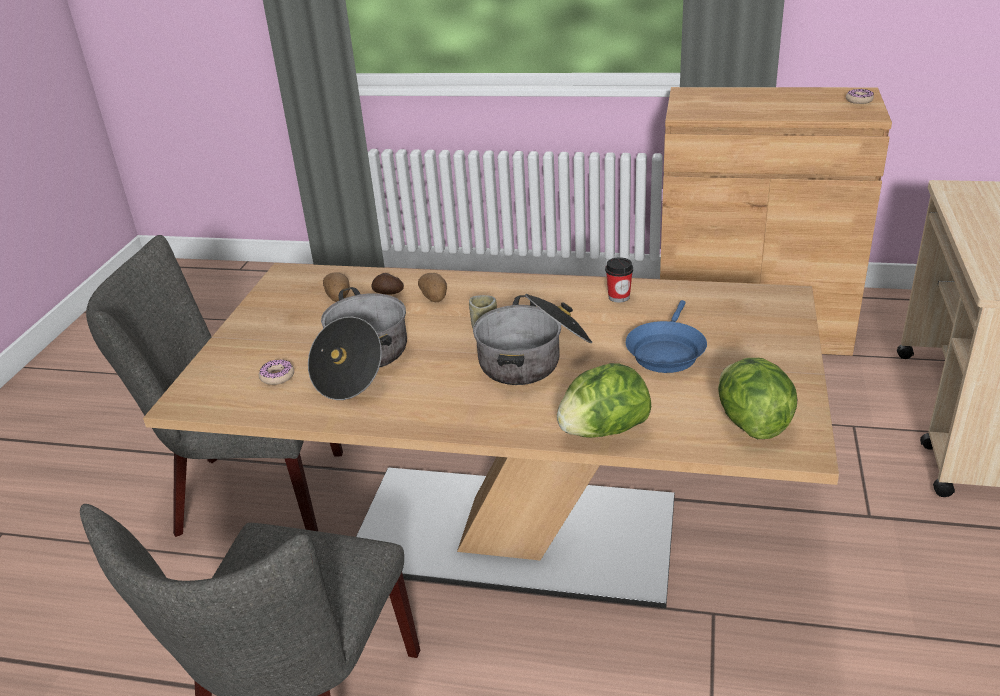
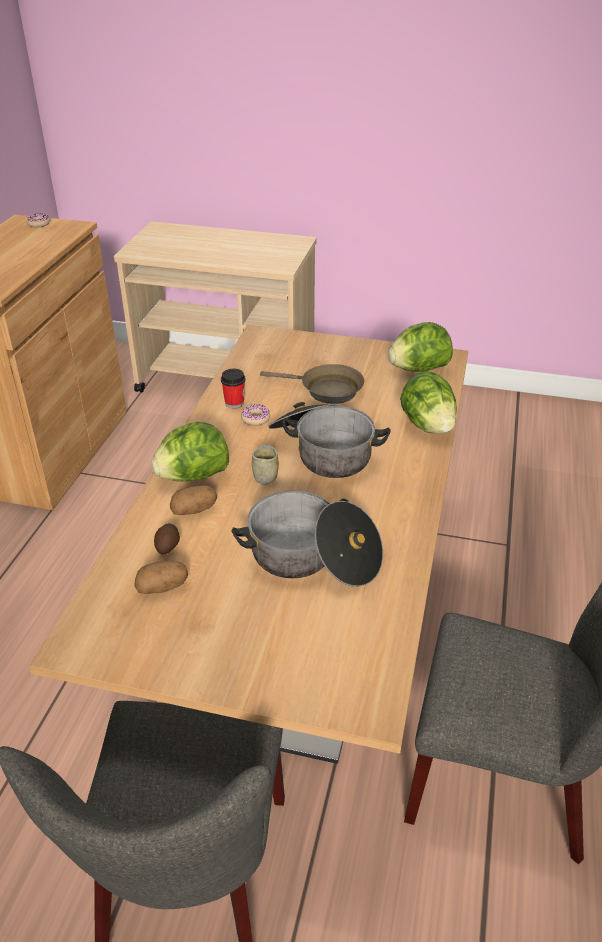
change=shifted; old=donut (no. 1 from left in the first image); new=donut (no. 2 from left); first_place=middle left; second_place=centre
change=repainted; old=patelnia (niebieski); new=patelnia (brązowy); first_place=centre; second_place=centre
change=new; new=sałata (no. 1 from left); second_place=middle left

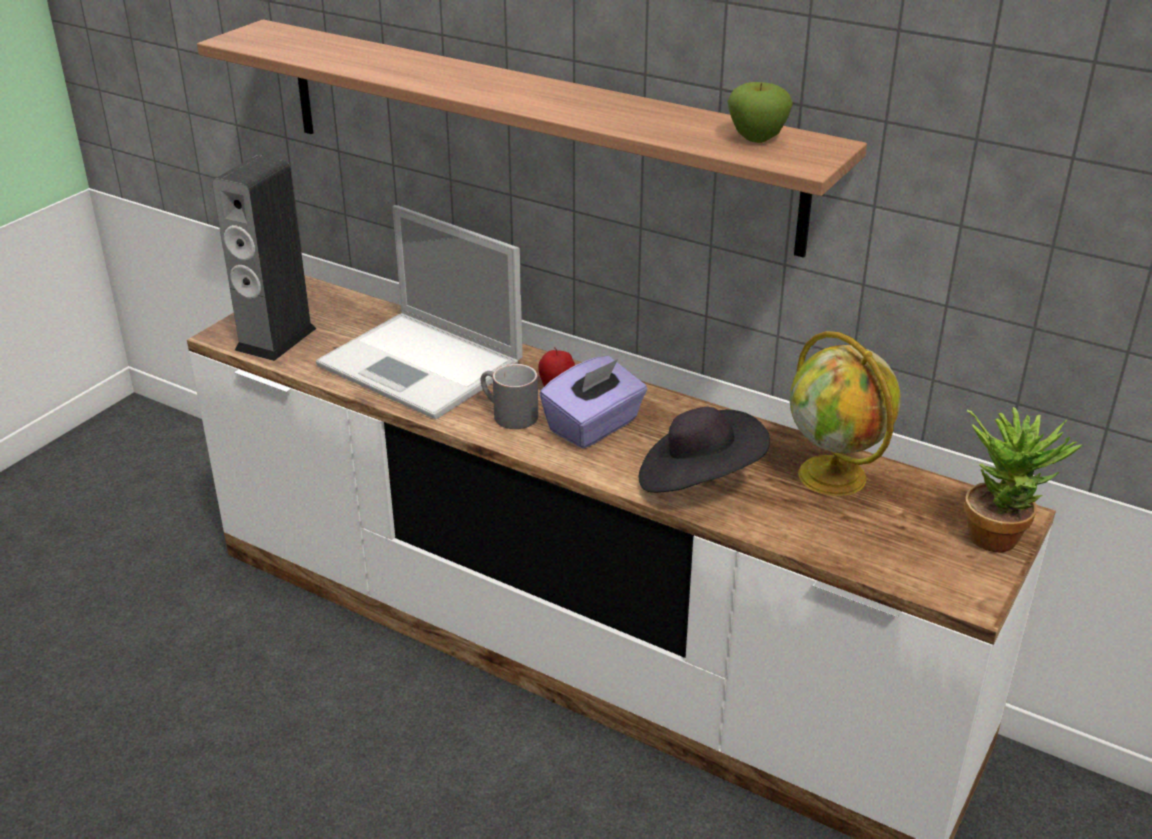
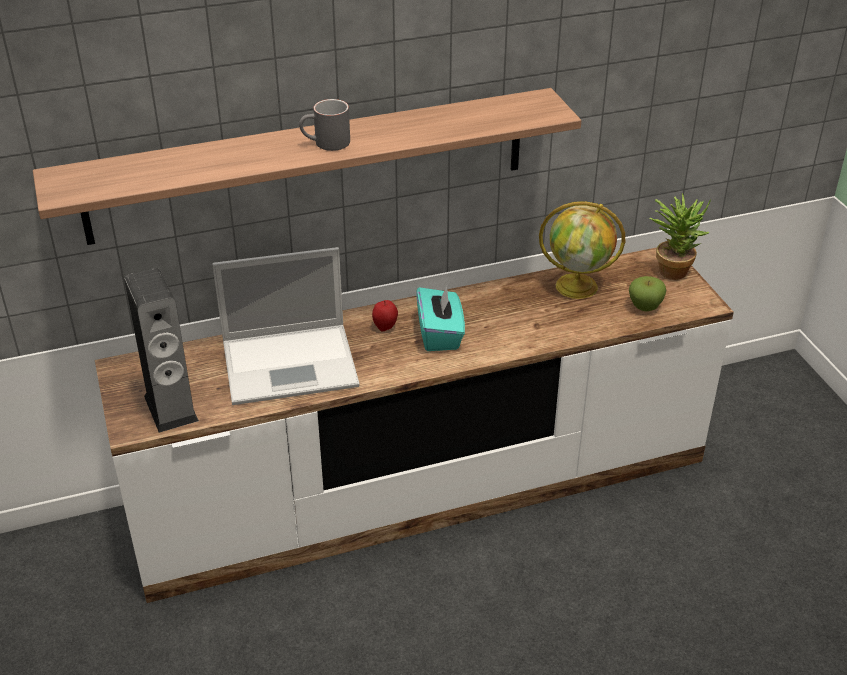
change=shifted; old=kubek (szary); first_place=centre; second_place=top centre
change=repainted; old=pudełko chusteczek (fioletowy); new=pudełko chusteczek (turkusowy); first_place=centre; second_place=centre
change=gone; old=kapelusz (czarny); first_place=centre
change=shifted; old=jabłko (no. 2 from left); first_place=top centre; second_place=middle right

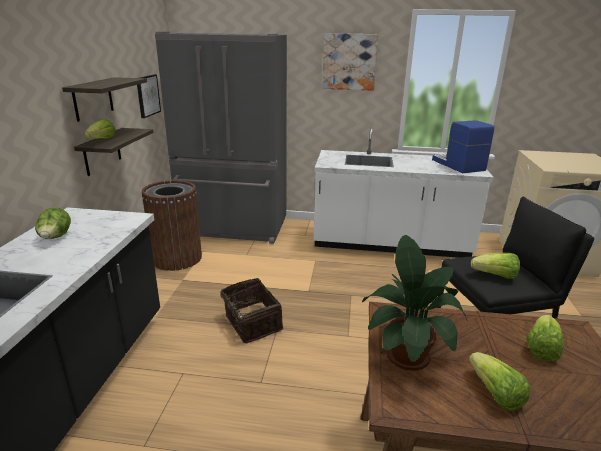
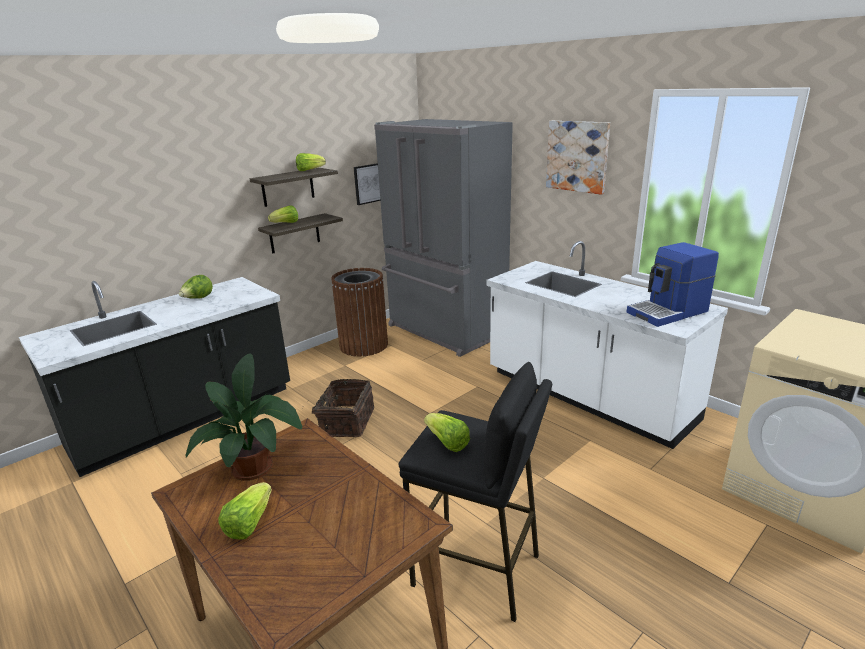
change=rotated; old=ekspres do kawy; first_place=top right; second_place=middle right; degrees=-135
change=shifted; old=sałata (no. 5 from left in the first image); new=sałata (no. 4 from left); first_place=bottom right; second_place=top centre

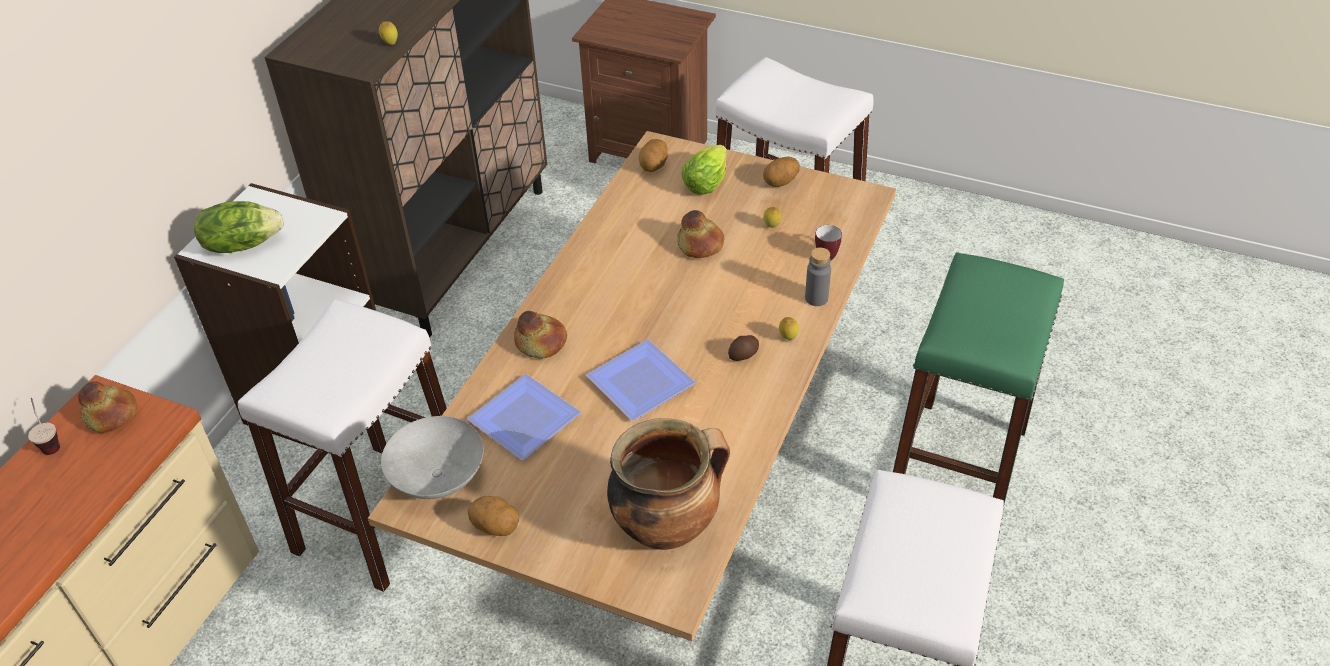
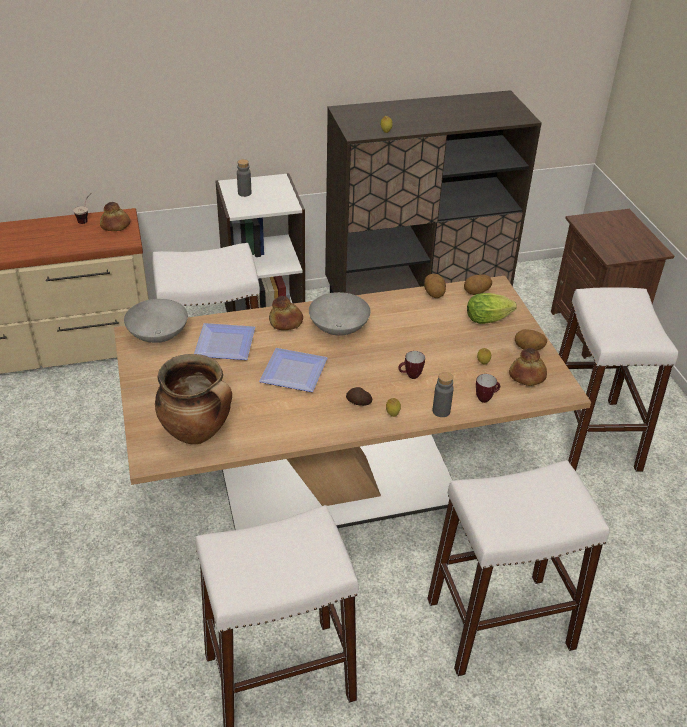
change=swapped; old=sałata (no. 1 from left); new=butelka (szary) (no. 1 from left); first_place=middle left; second_place=top centre
change=shifted; old=ziemniak (no. 1 from left in the first image); new=ziemniak (no. 2 from left); first_place=bottom centre; second_place=centre
change=shifted; old=chleb (no. 3 from left); first_place=centre; second_place=middle right
change=repainted; old=stołek (zielony); new=stołek (biały) (no. 3 from left); first_place=middle right; second_place=bottom right
change=new; new=miska (szary) (no. 2 from left); second_place=centre
change=new; new=kubek (no. 1 from left); second_place=centre

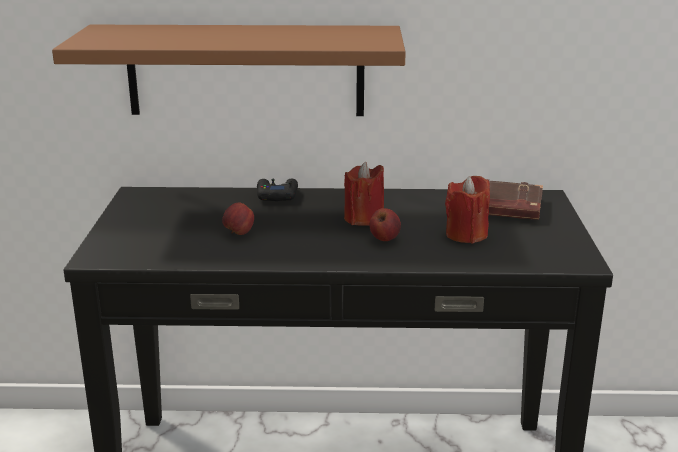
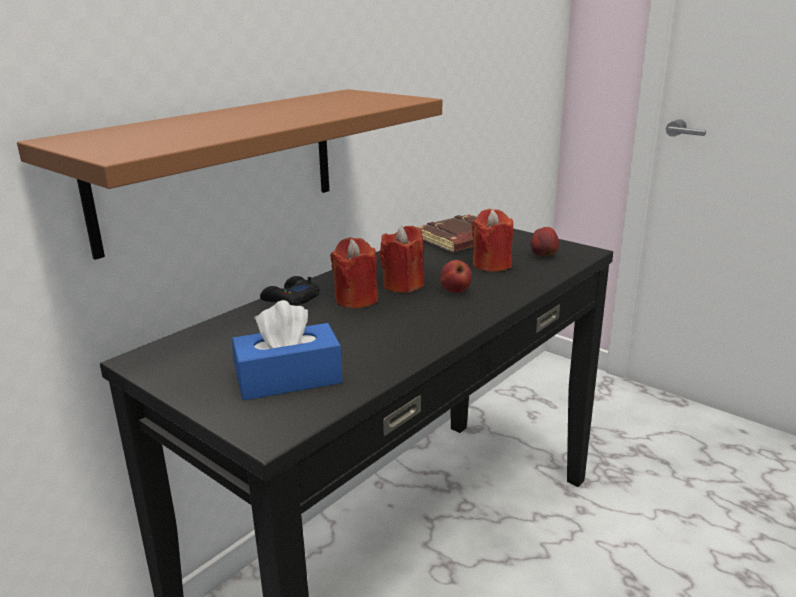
change=shifted; old=jabłko (no. 1 from left in the first image); new=jabłko (no. 2 from left); first_place=centre; second_place=middle right
change=new; new=pudełko chusteczek (niebieski); second_place=centre
change=new; new=świeca (czerwony) (no. 1 from left); second_place=centre

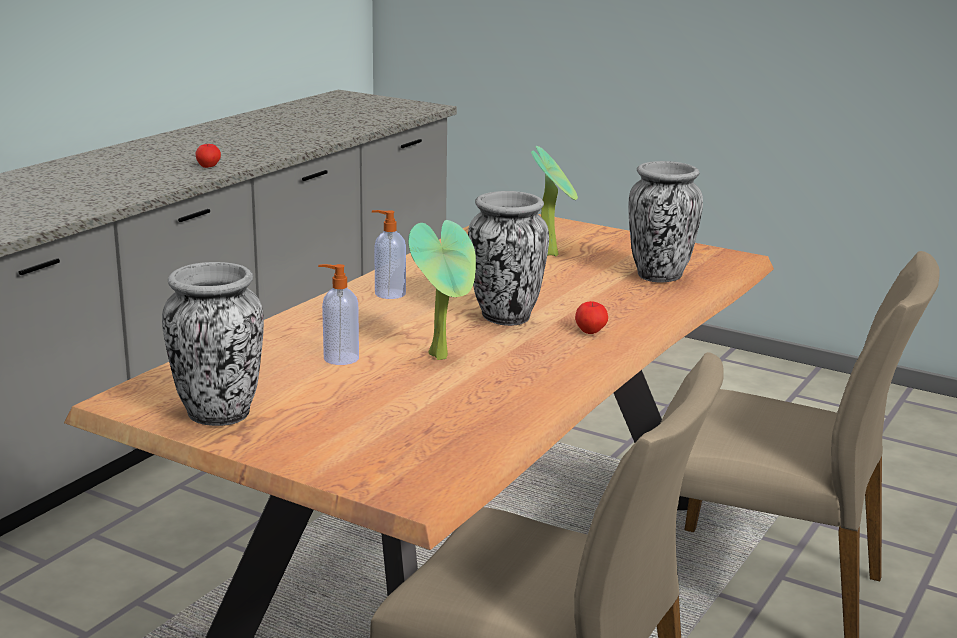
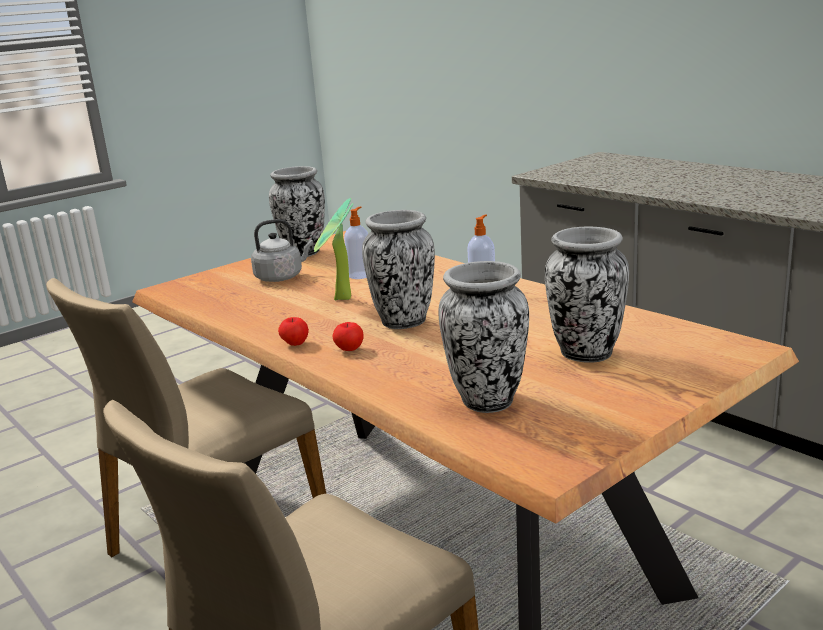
change=shifted; old=jabłko (no. 1 from left); first_place=top left; second_place=centre
change=swapped; old=roślina doniczkowa (no. 2 from left); new=wazon (no. 4 from left); first_place=top centre; second_place=middle right
change=new; new=czajnik (szary); second_place=centre

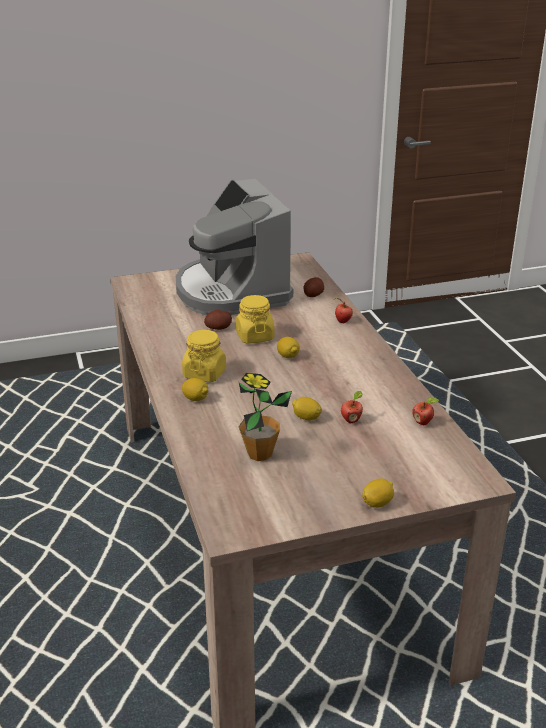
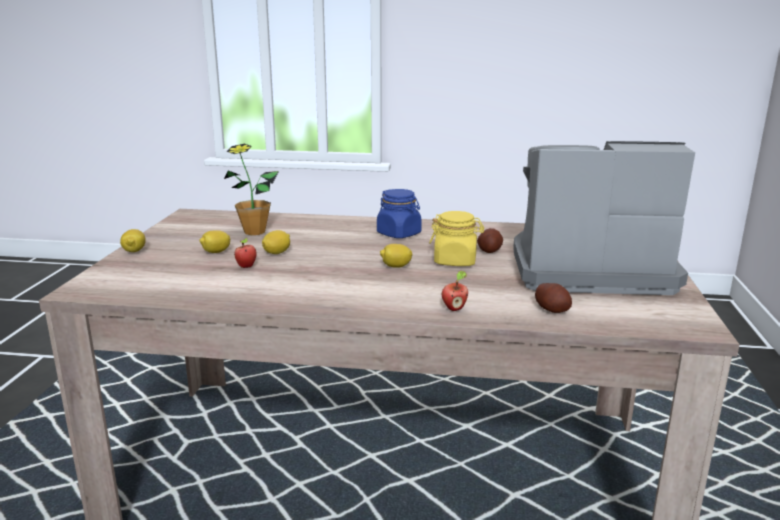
change=repainted; old=słoik (żółty) (no. 1 from left); new=słoik (niebieski); first_place=centre; second_place=centre
change=shifted; old=cytryna (no. 1 from left in the first image); new=cytryna (no. 2 from left); first_place=centre; second_place=middle left
change=gone; old=jabłko (no. 3 from left); first_place=middle right

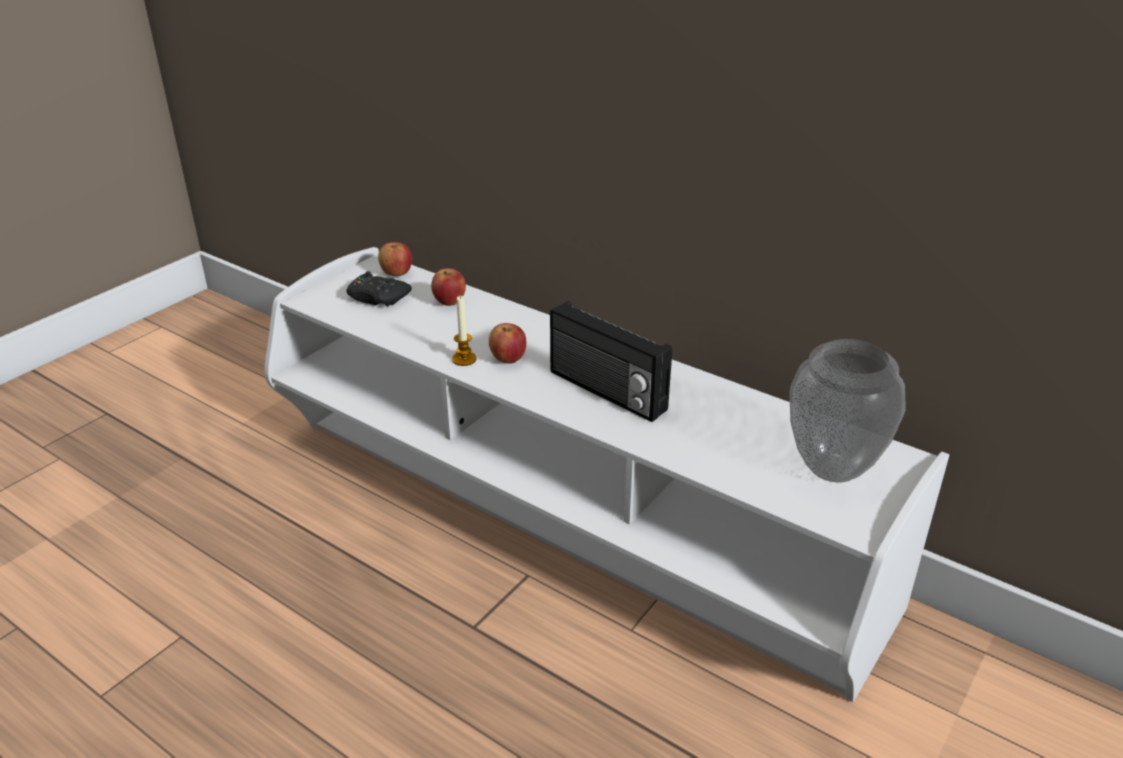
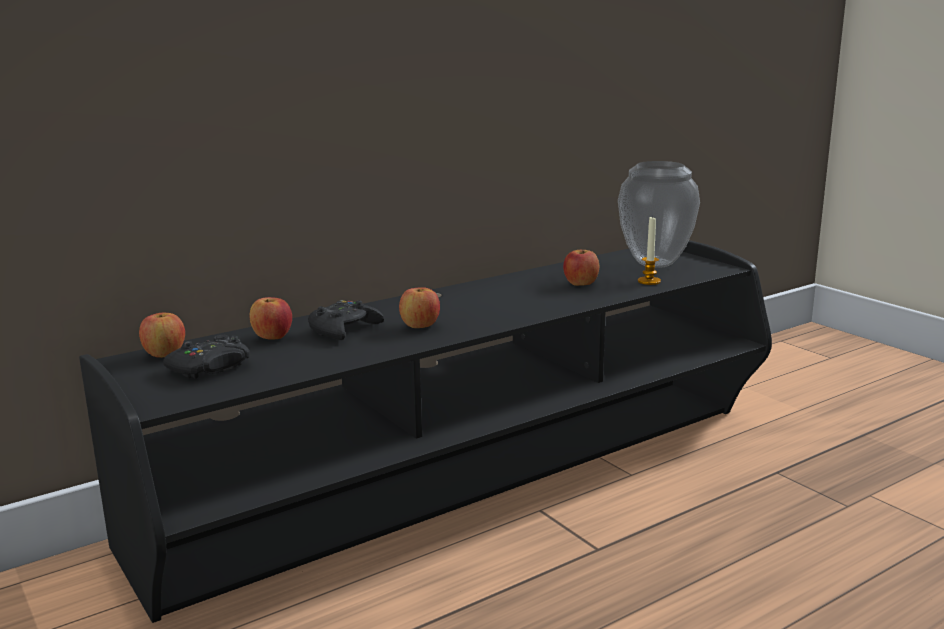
change=repainted; old=szafka pod telewizor (biały); new=szafka pod telewizor (czarny); first_place=centre; second_place=bottom centre
change=shifted; old=świeca; first_place=centre; second_place=middle right
change=gone; old=radio; first_place=centre
change=new; new=pad do gier (czarny) (no. 2 from left); second_place=centre
change=new; new=jabłko (no. 4 from left); second_place=centre

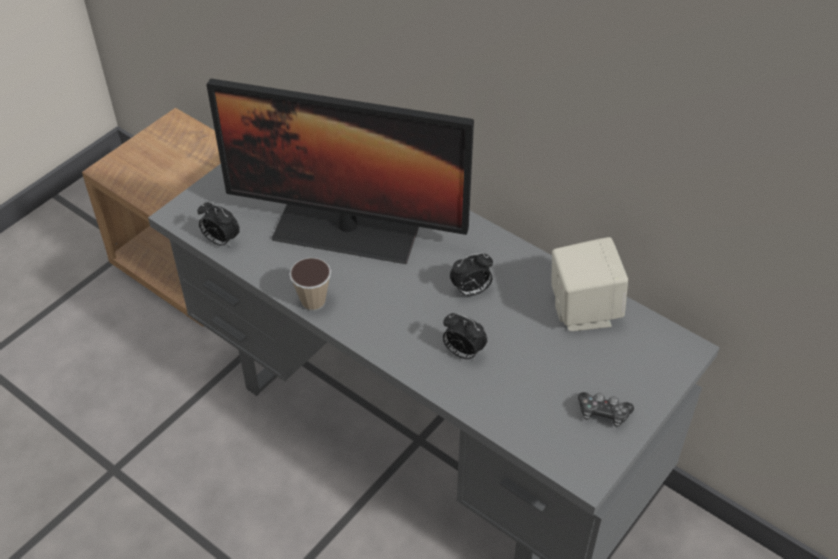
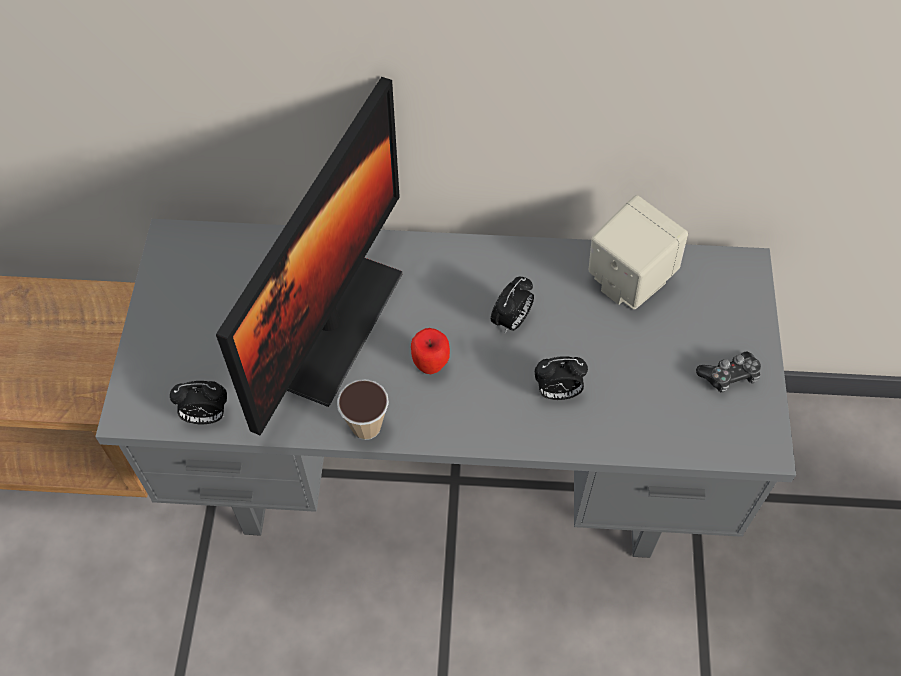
change=rotated; old=monitor; first_place=top centre; second_place=centre; degrees=-45
change=new; new=jabłko; second_place=centre

